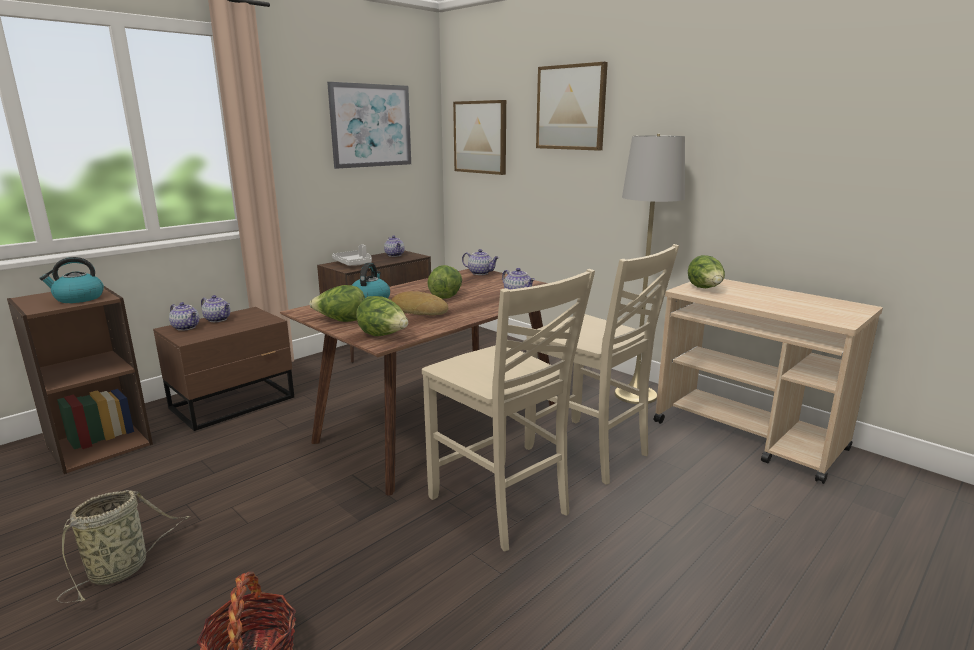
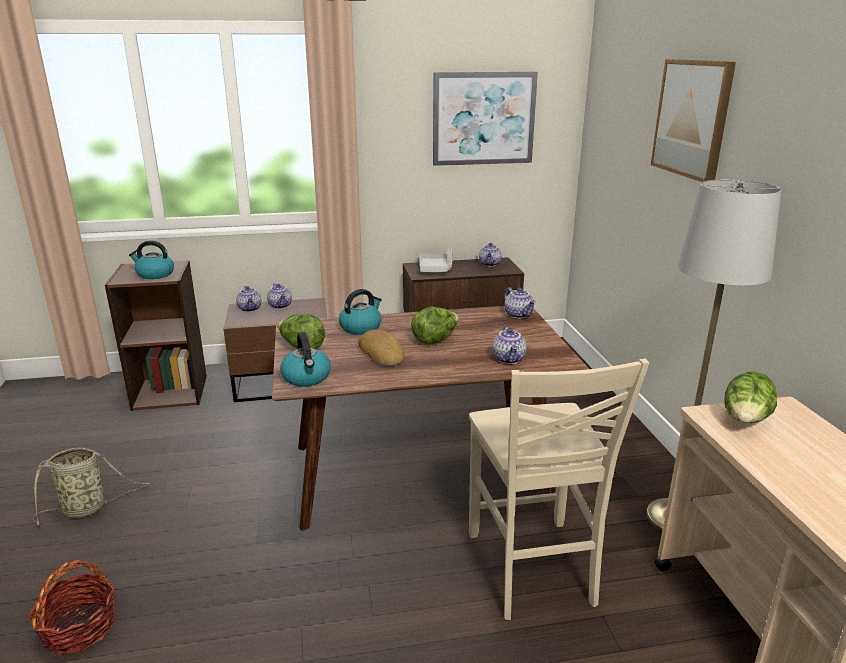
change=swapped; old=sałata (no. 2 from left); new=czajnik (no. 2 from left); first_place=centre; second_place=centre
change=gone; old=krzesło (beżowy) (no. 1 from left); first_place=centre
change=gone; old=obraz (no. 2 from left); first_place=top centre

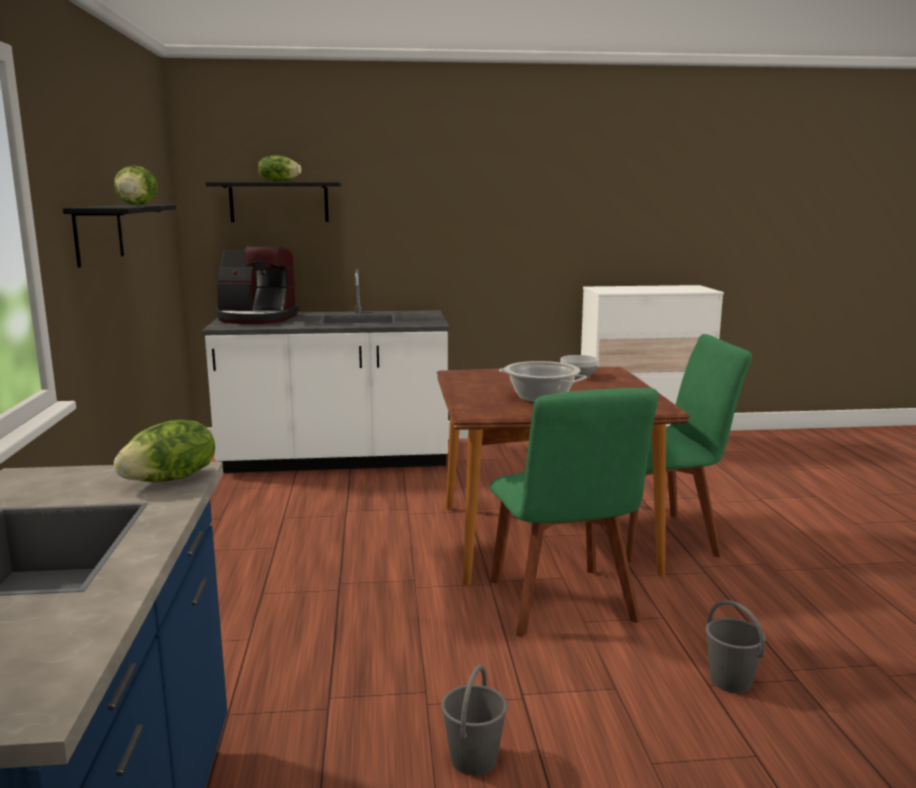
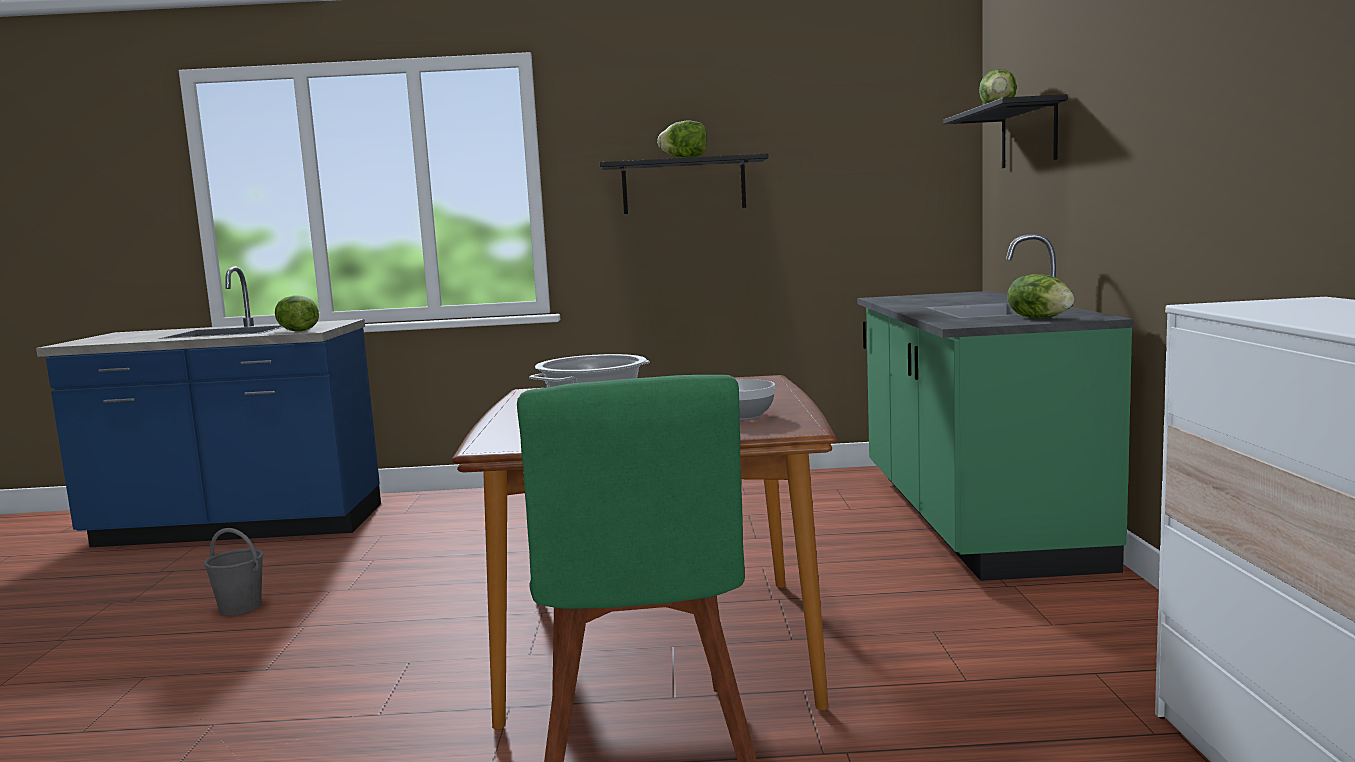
change=repainted; old=zabudowa kuchenna (biały); new=zabudowa kuchenna (zielony); first_place=centre; second_place=middle right
change=gone; old=ekspres do kawy; first_place=middle left
change=gone; old=krzesło (zielony) (no. 1 from left); first_place=centre
change=gone; old=wiadro (szary) (no. 2 from left); first_place=bottom right
change=new; new=sałata (no. 4 from left); second_place=middle right

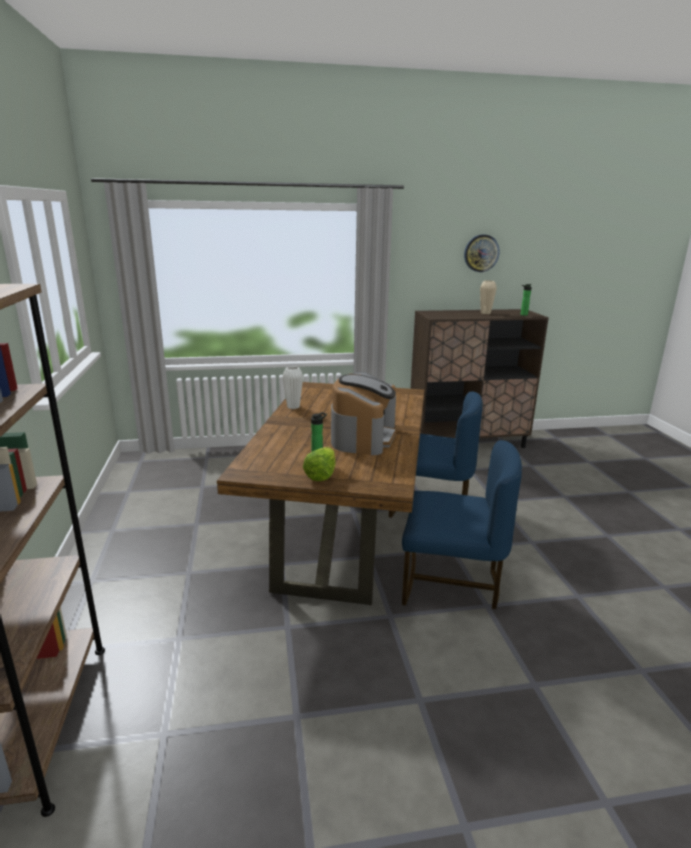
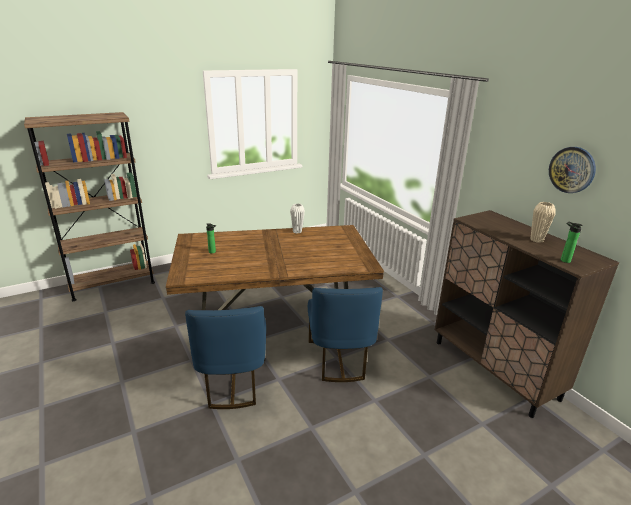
change=gone; old=sałata; first_place=centre
change=gone; old=ekspres do kawy; first_place=centre

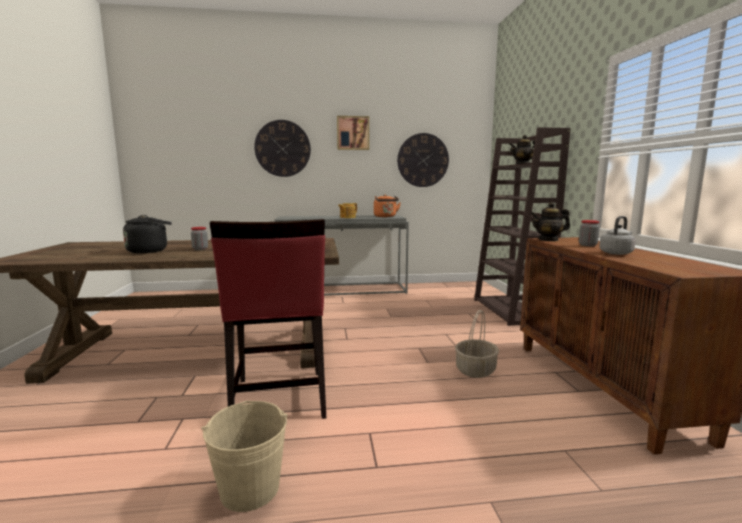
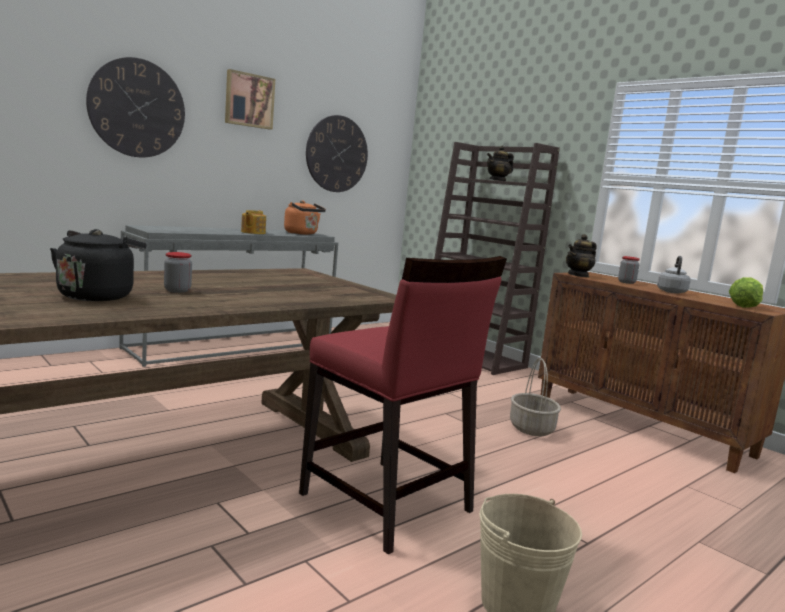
change=new; new=sałata; second_place=middle right

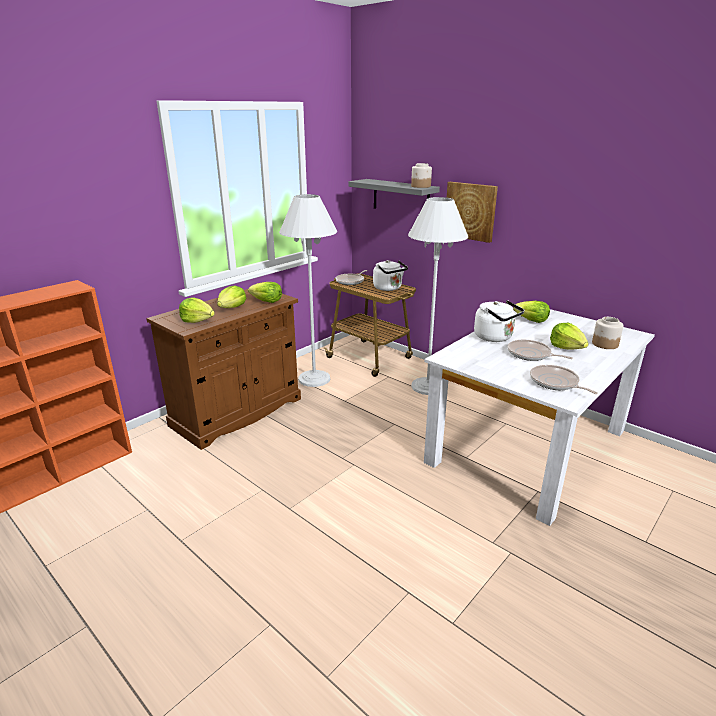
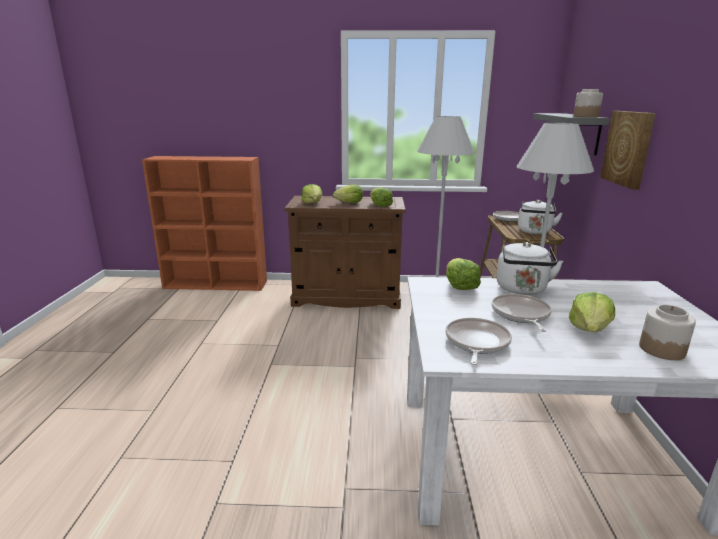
change=shifted; old=sałata (no. 4 from left); first_place=middle right; second_place=centre

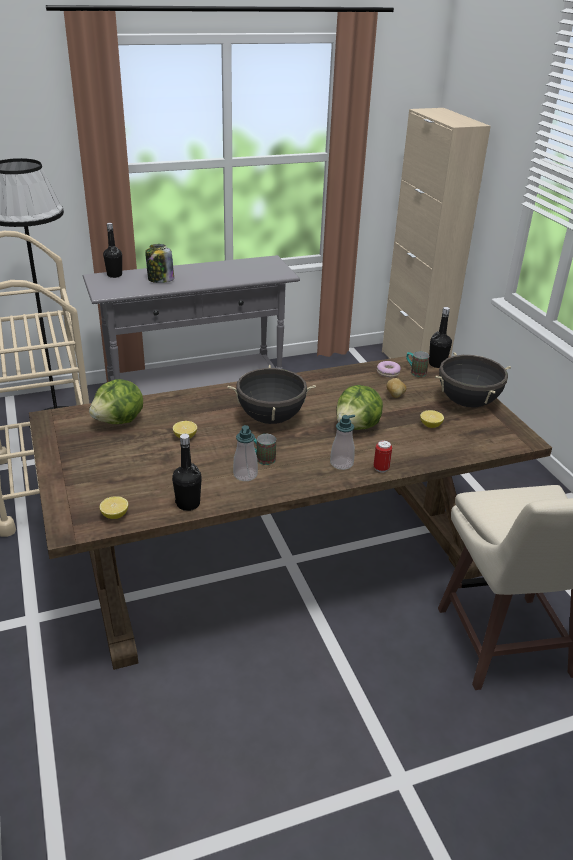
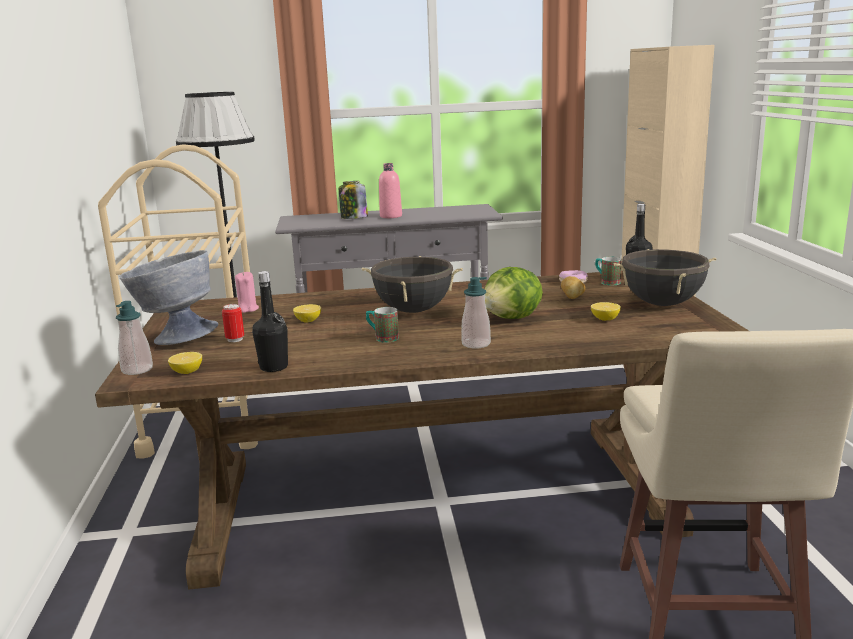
change=swapped; old=sałata (no. 1 from left); new=świeca (różowy); first_place=middle left; second_place=middle left
change=gone; old=butelka (czarny) (no. 1 from left); first_place=top left
change=shifted; old=dozownik mydła (no. 1 from left); first_place=centre; second_place=middle left
change=shifted; old=puszka; first_place=middle right; second_place=middle left
change=new; new=miska (szary); second_place=middle left
change=new; new=butelka (różowy); second_place=top centre

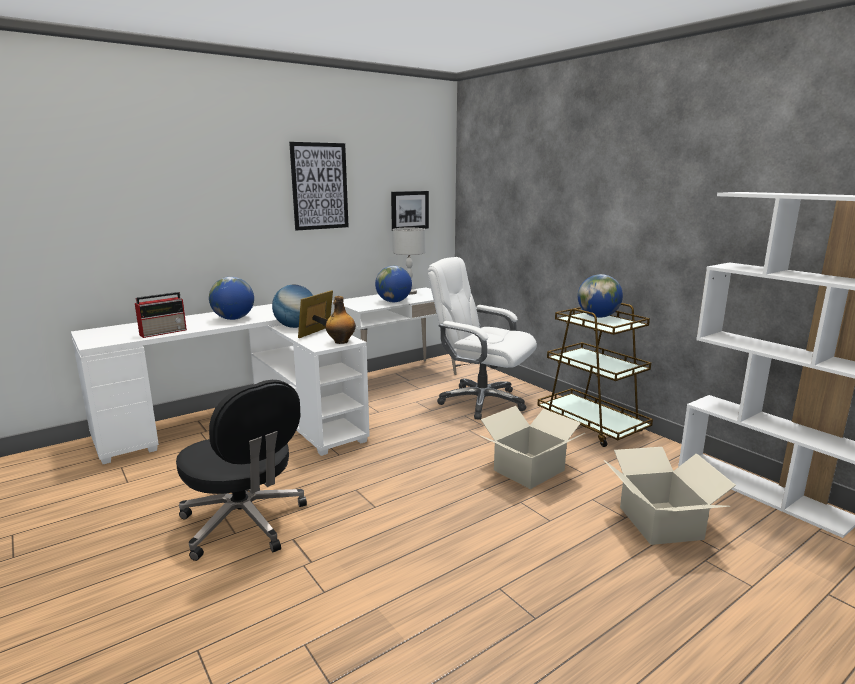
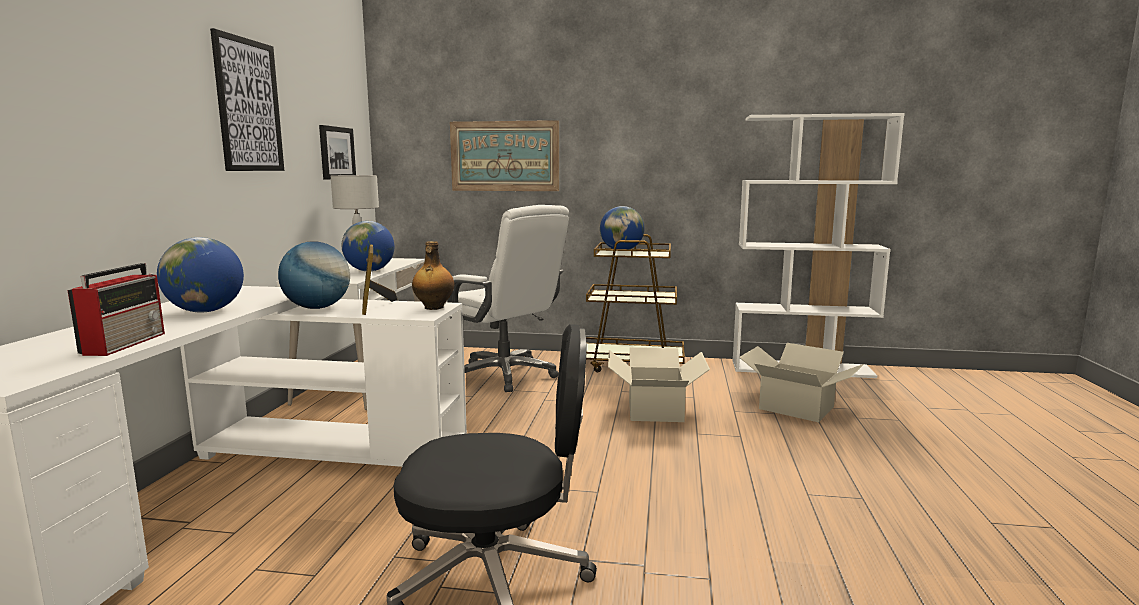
change=rotated; old=krzesło biurowe (biały); first_place=centre; second_place=centre; degrees=-120
change=new; new=obraz (no. 3 from left); second_place=top centre

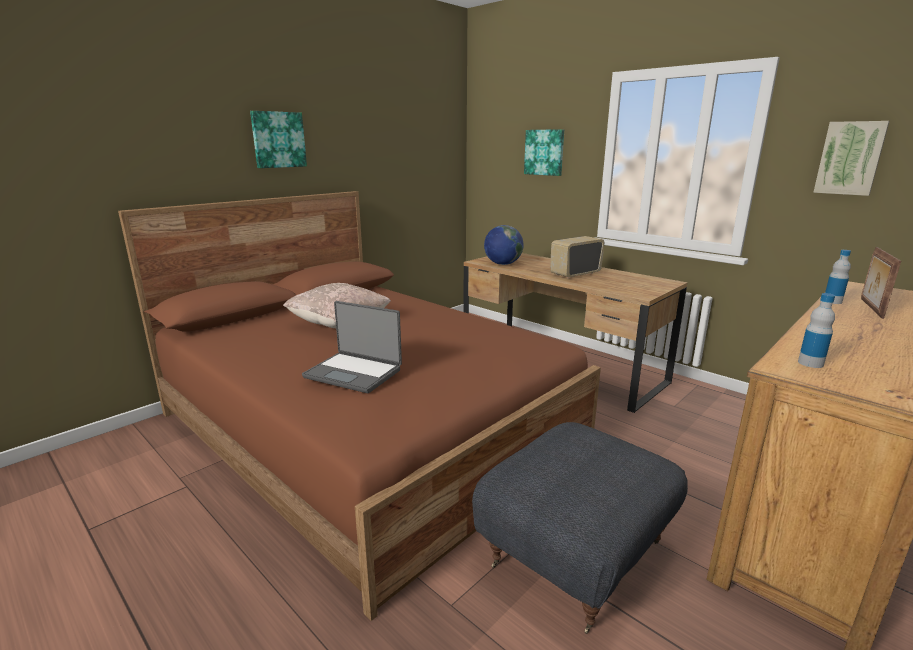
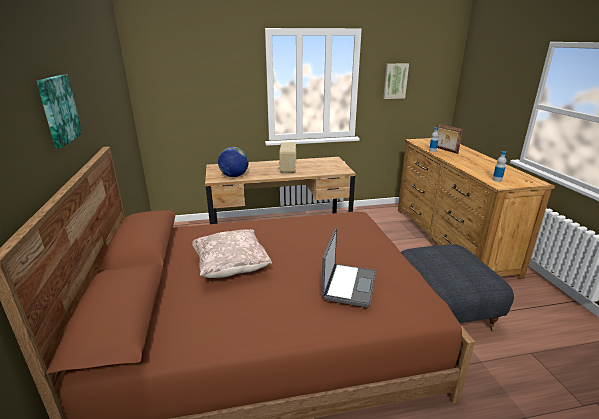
change=rotated; old=laptop; first_place=centre; second_place=centre; degrees=-45
change=gone; old=obraz (no. 2 from left); first_place=top centre

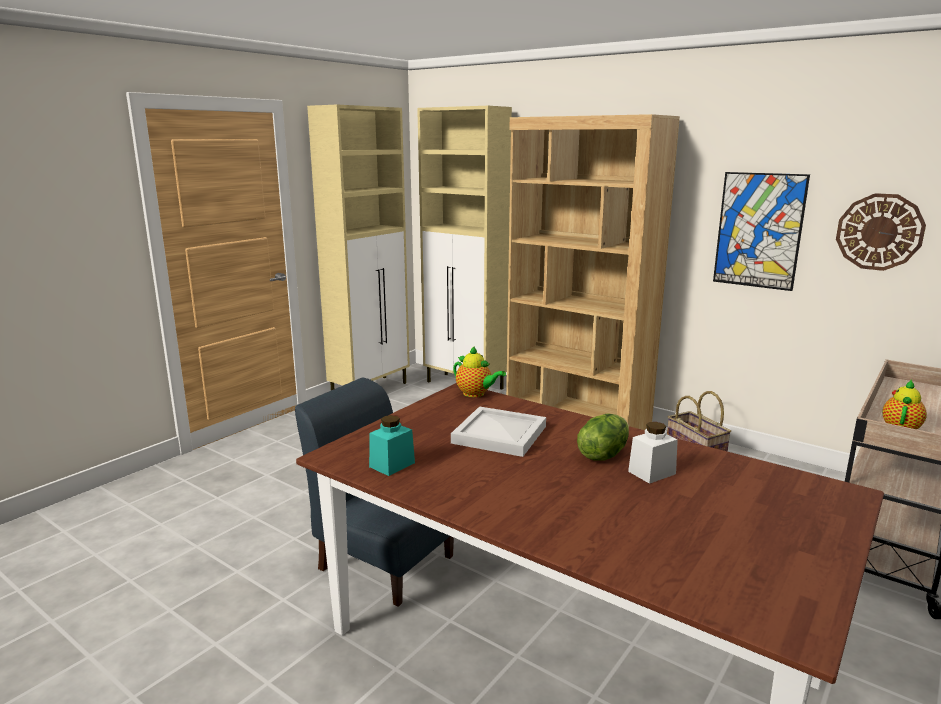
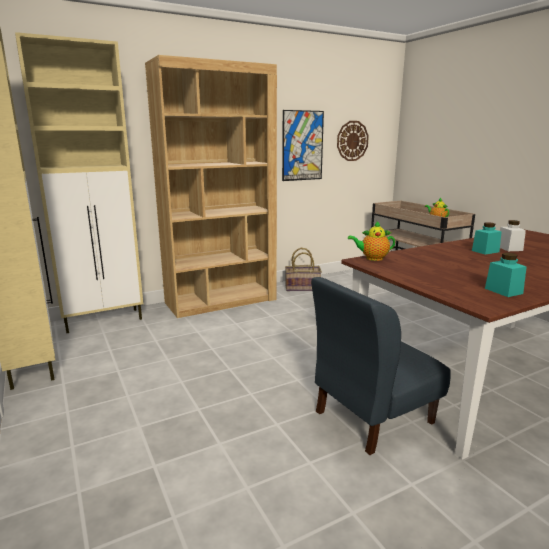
change=gone; old=taca (biały); first_place=centre
change=rotated; old=imbryk (no. 1 from left); first_place=centre; second_place=middle right; degrees=-150
change=swapped; old=sałata; new=słoik (turkusowy) (no. 1 from left); first_place=centre; second_place=middle right

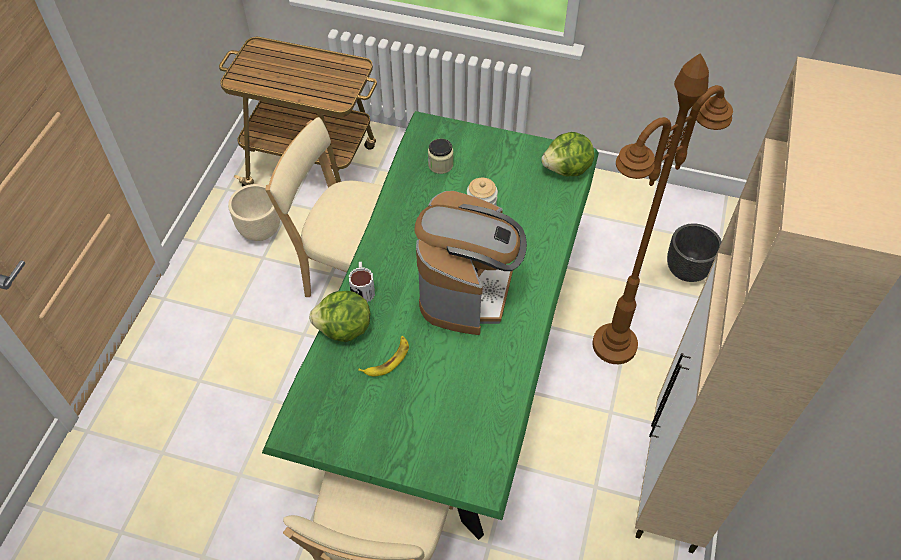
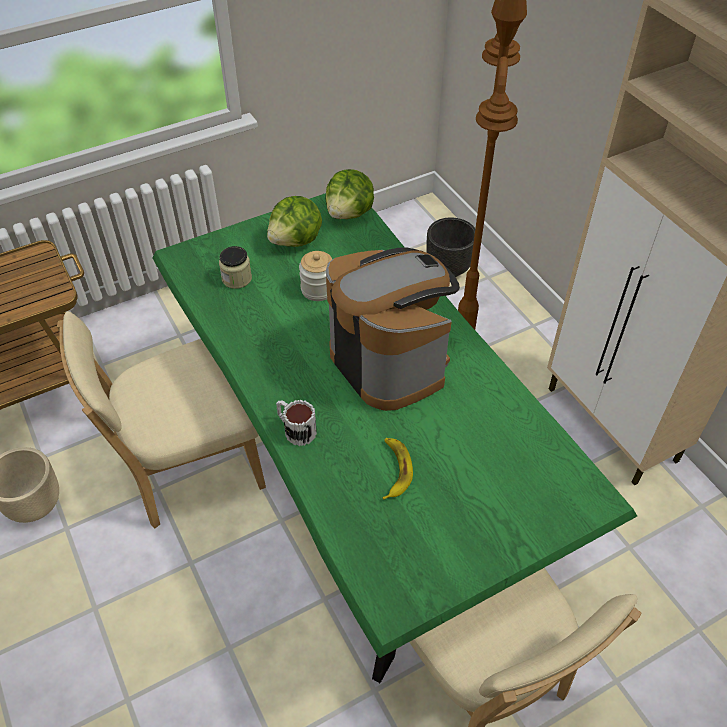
change=shifted; old=sałata (no. 1 from left); first_place=centre; second_place=top centre

